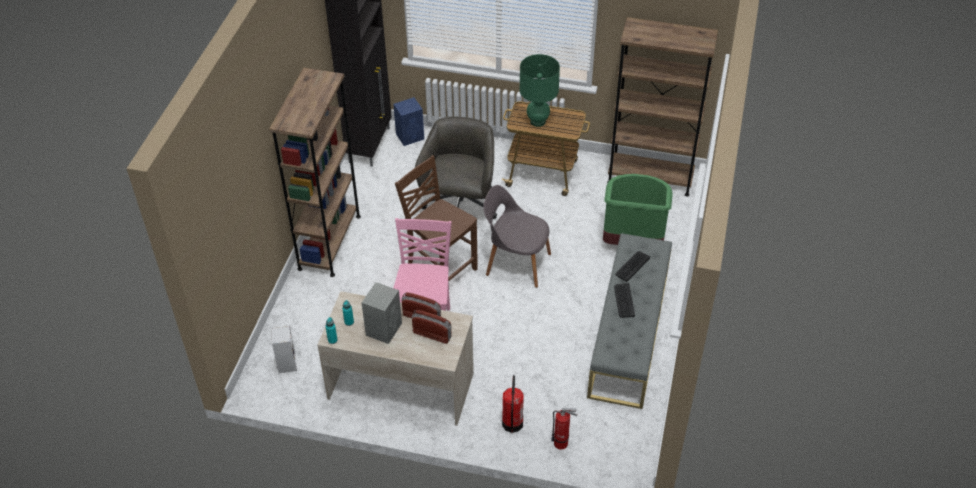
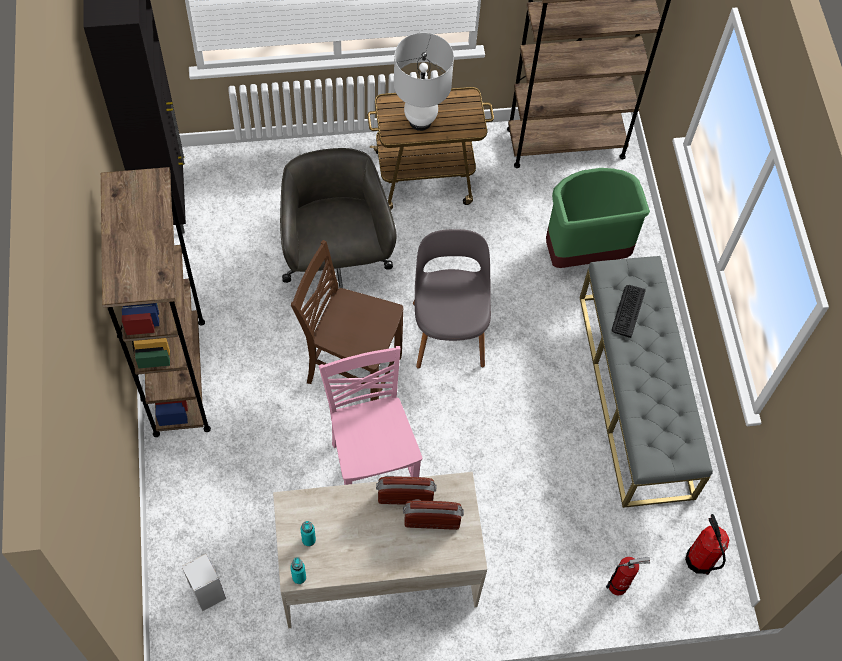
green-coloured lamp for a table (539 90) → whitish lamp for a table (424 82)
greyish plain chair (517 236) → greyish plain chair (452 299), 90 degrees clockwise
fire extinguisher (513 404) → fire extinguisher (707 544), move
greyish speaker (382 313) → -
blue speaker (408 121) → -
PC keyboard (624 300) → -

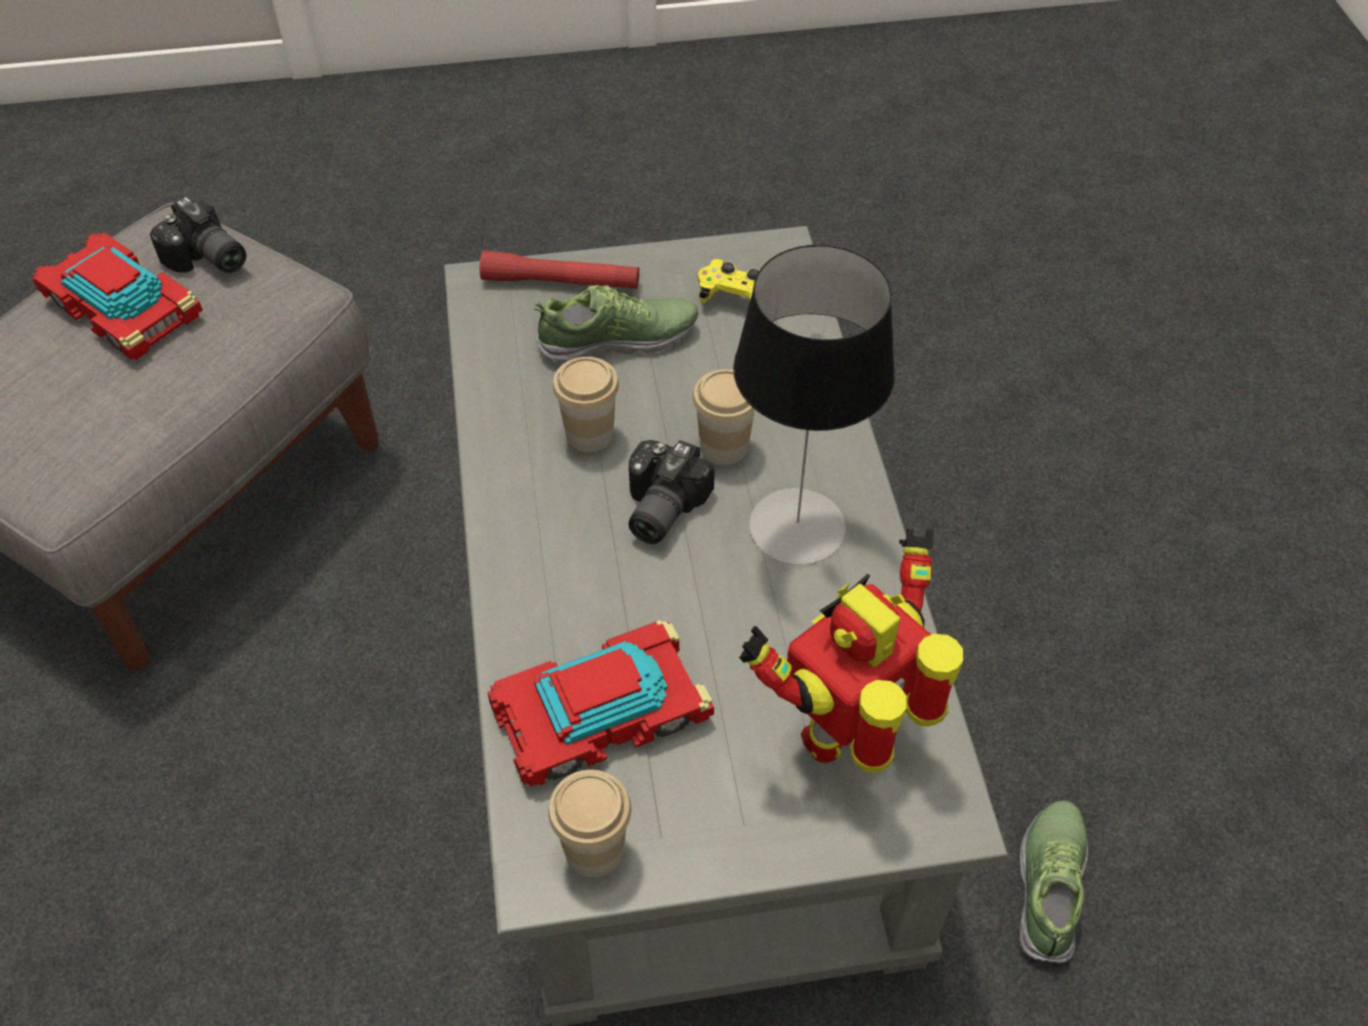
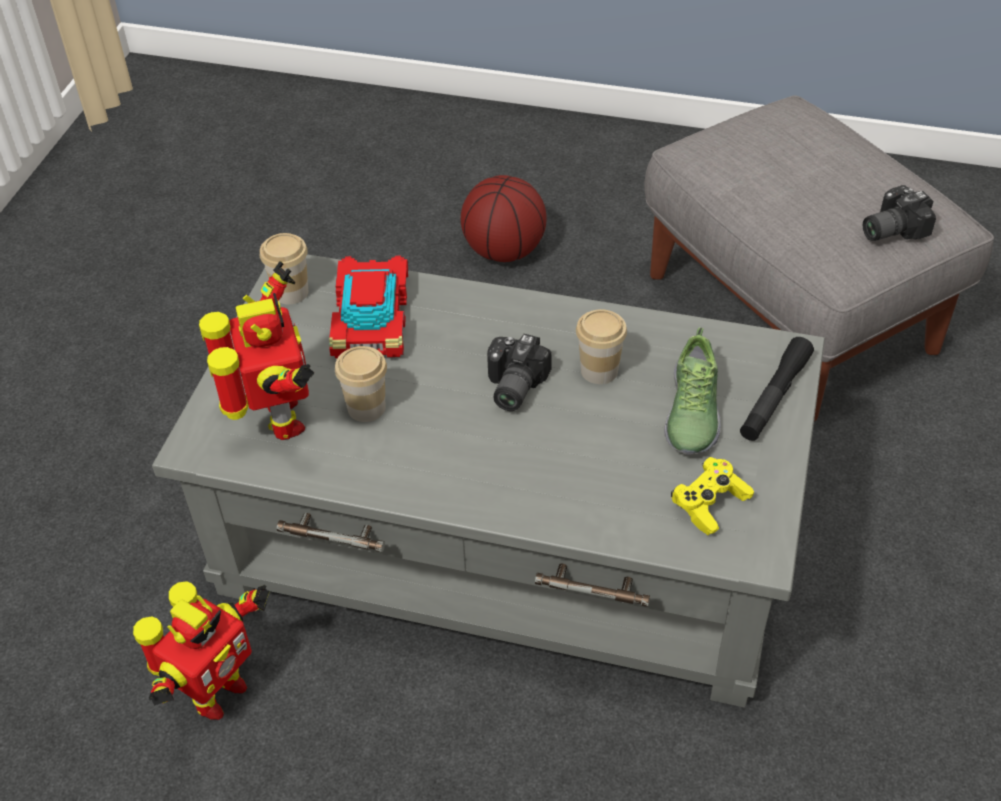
item of footwear (1053 881) → robot figure (201 650)
small cup (723 417) → small cup (361 384), move
- → basketball ball (504 218)
photo camera (671 492) → photo camera (519 372), 120 degrees counterclockwise
red-coloured flashlight (559 269) → blackish flashlight (777 389)
model car (117 296) → -
lamp for a table (814 405) → -

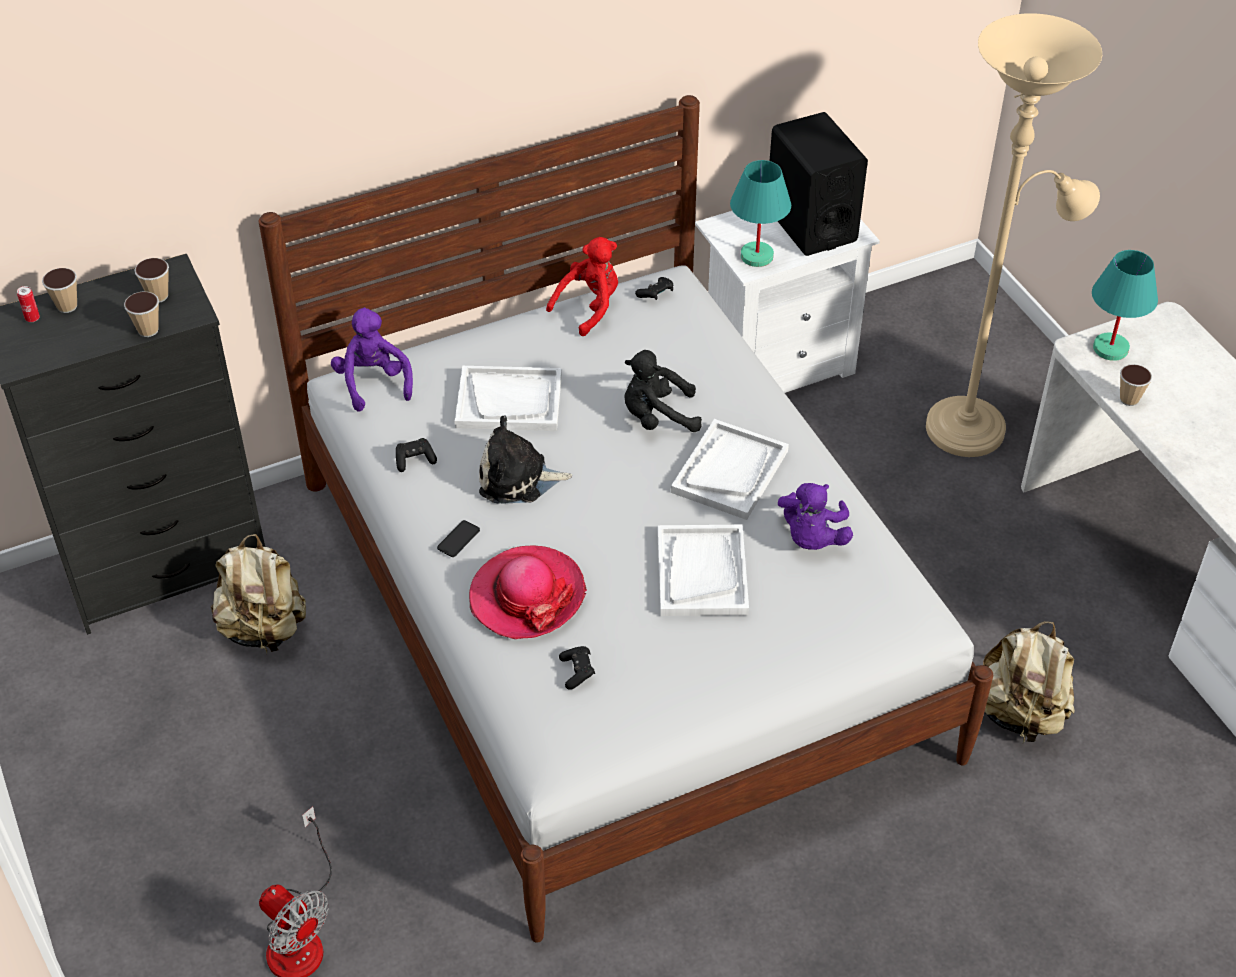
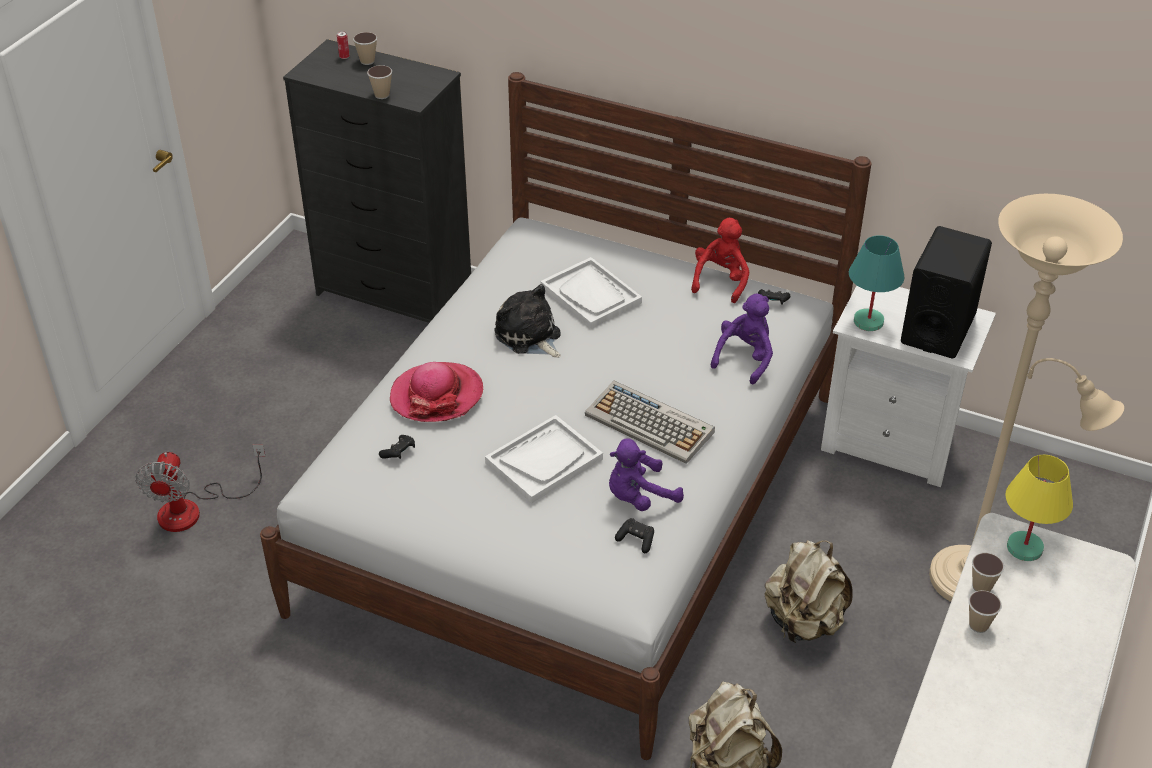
whitish carrying tray (730 469) → PC keyboard (650 422)
blackish gamepad (416 455) → blackish gamepad (634 535), move
red-coloured soft toy (582 286) → red-coloured soft toy (720 260), 75 degrees counterclockwise
purplish soft toy (372 359) → purplish soft toy (742 339), move
beige rucksack (258 593) → beige rucksack (808 591), move
small cup (152 280) → small cup (985 611), move
turquoise lamp for a table (1125 305) → yellow lamp for a table (1039 508)
phone (458 538) → -
blackish soft toy (663 391) → -

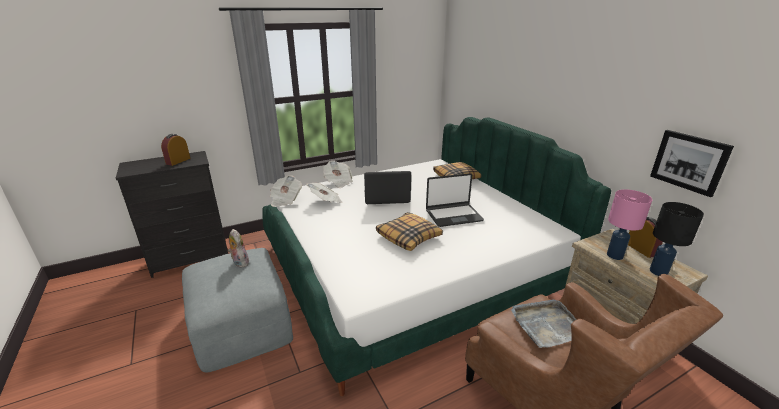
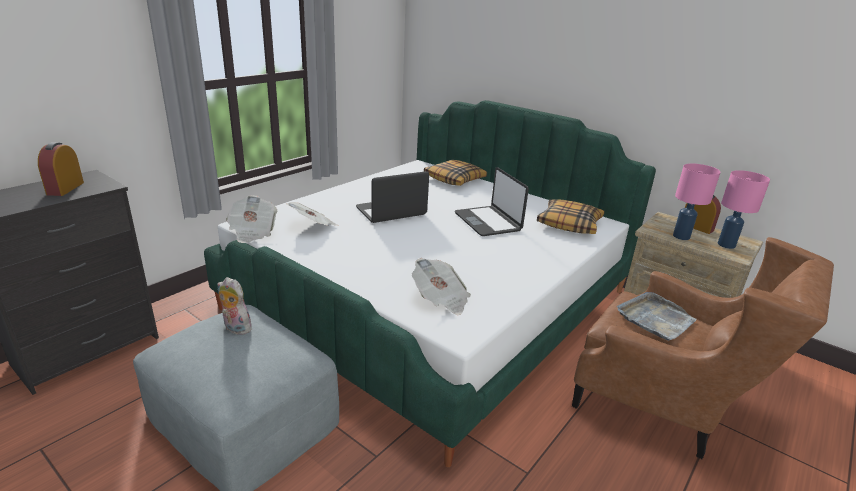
printed paper (338 174) → printed paper (441 286), move
notebook computer (455 200) → notebook computer (492 201), 105 degrees clockwise
pillow (409 231) → pillow (571 216), move
blackish lamp for a table (677 239) → pink-coloured lamp for a table (744 209)
wall picture (692 163) → -

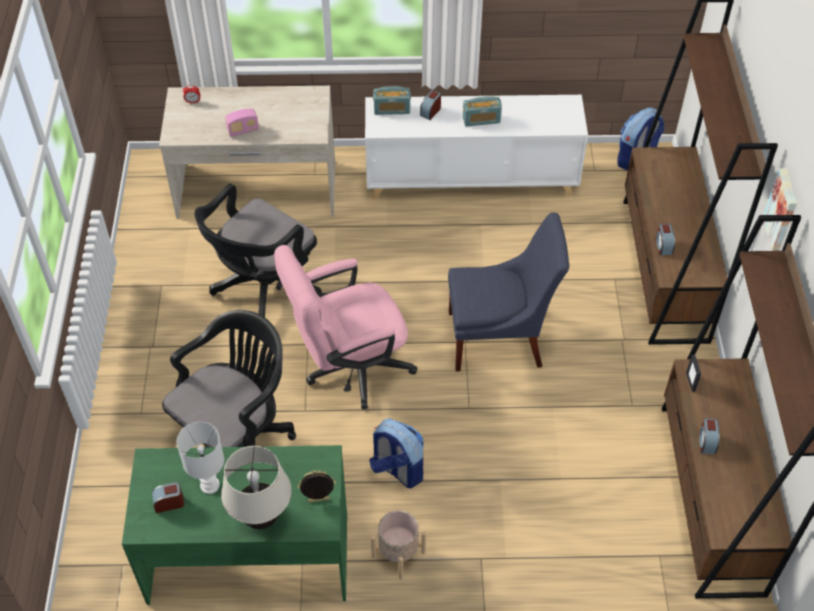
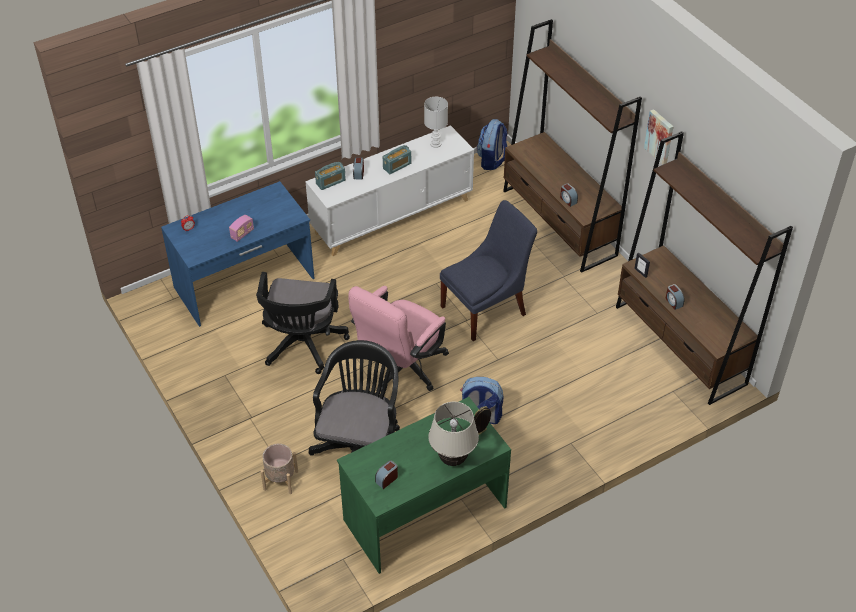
beige desk table (247 152) → blue desk table (238 254)
beige plant pot (398 544) → beige plant pot (279 469), move
whitish lamp for a table (200 458) → whitish lamp for a table (436 122), move

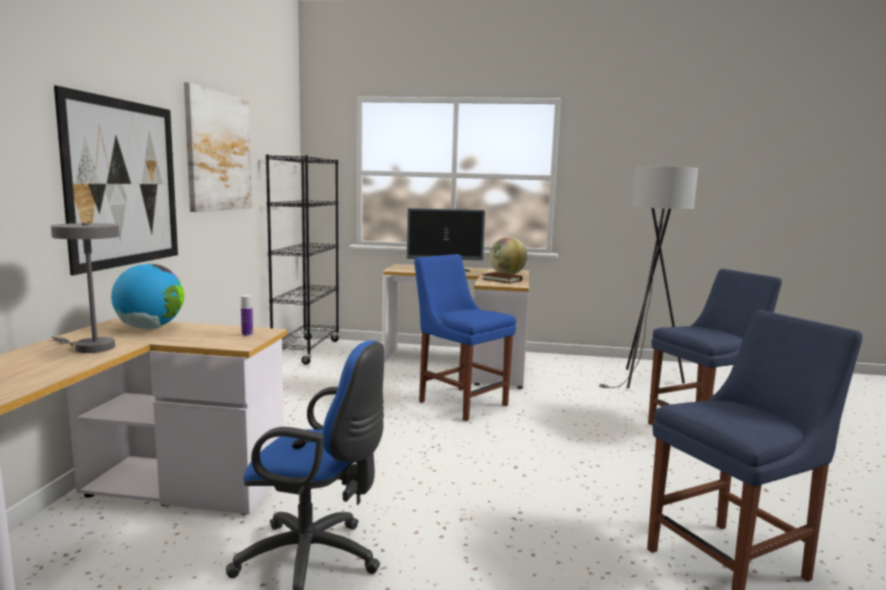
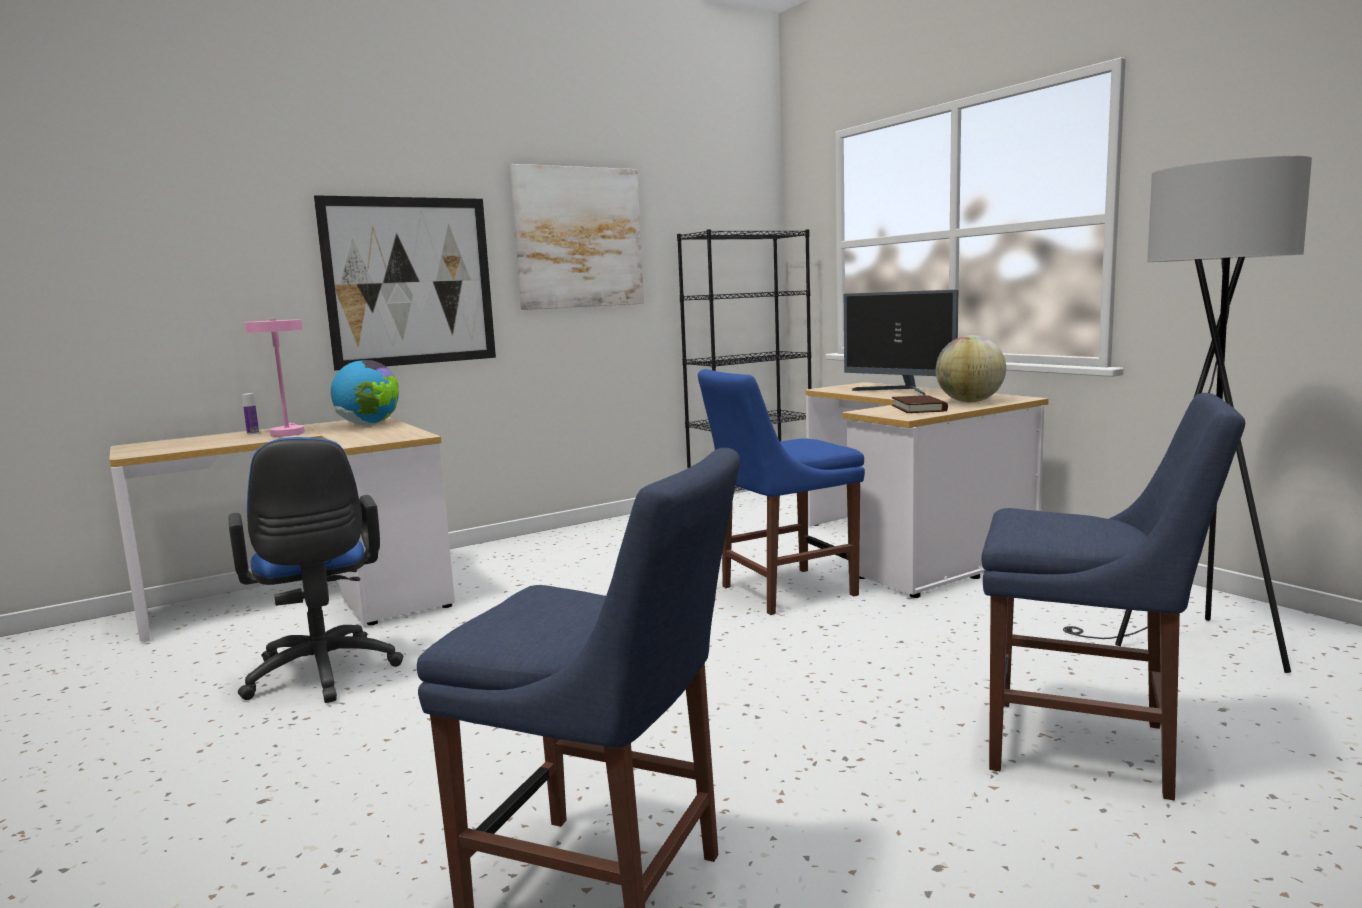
drink bottle (247 315) → drink bottle (250 413), move
greyish lamp for a table (85 288) → pink-coloured lamp for a table (274 378)
blue plain chair (465 337) → blue plain chair (781 492), 120 degrees counterclockwise

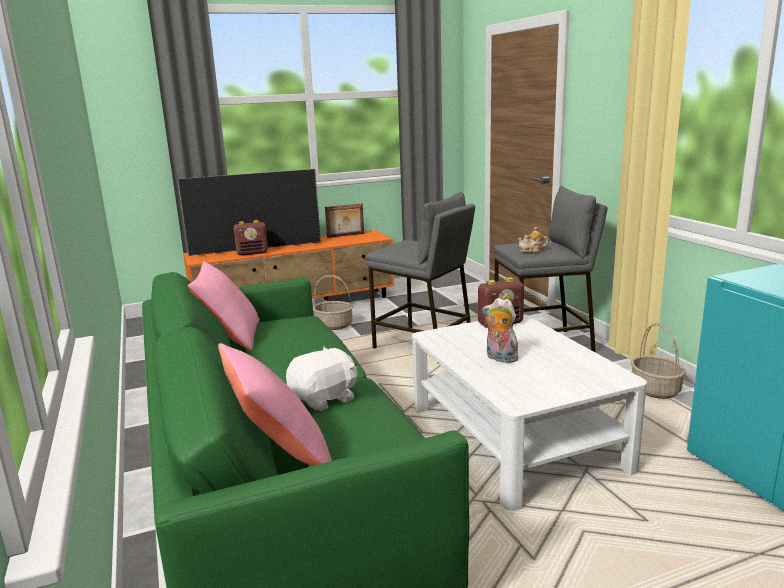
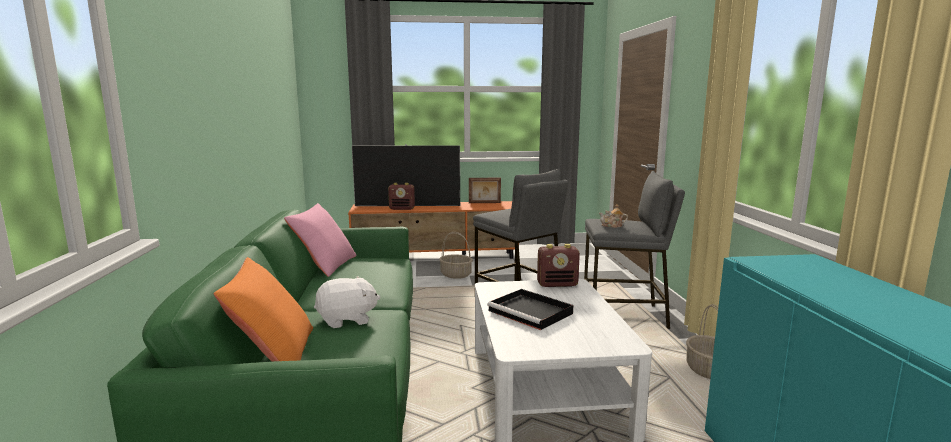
pink-coloured pillow (275 404) → orange pillow (263 309)
soft toy (500 330) → blackish carrying tray (530 309)

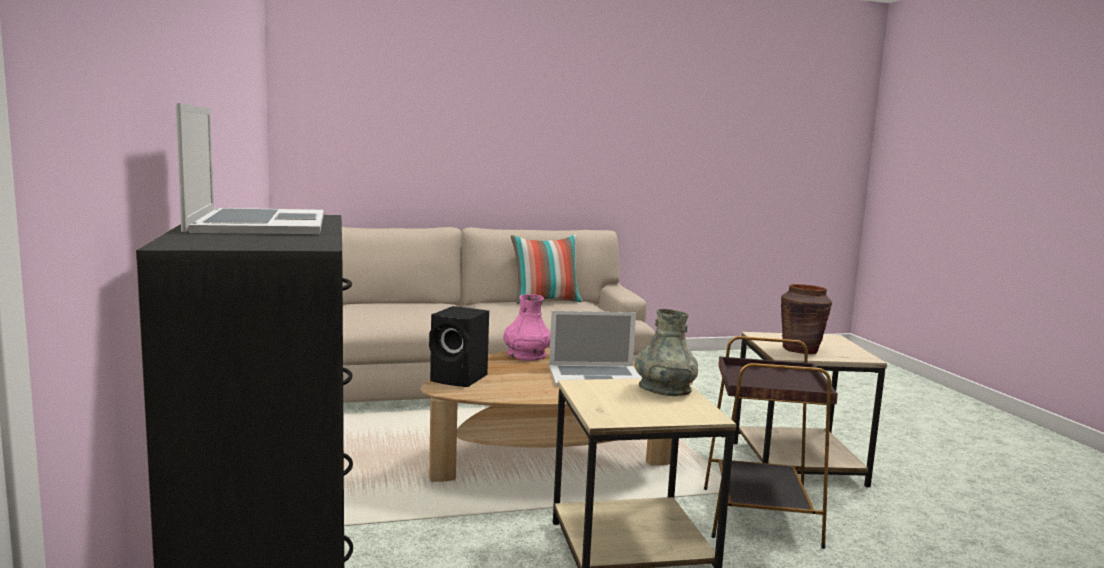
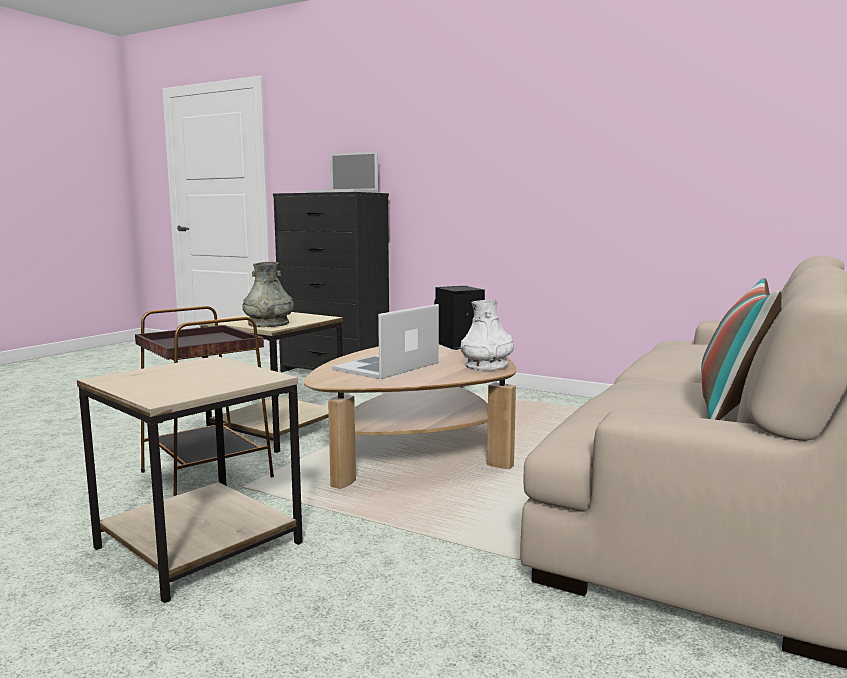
pink-coloured vase (527 327) → whitish vase (487 335)
brown-coloured vase (806 319) → -

